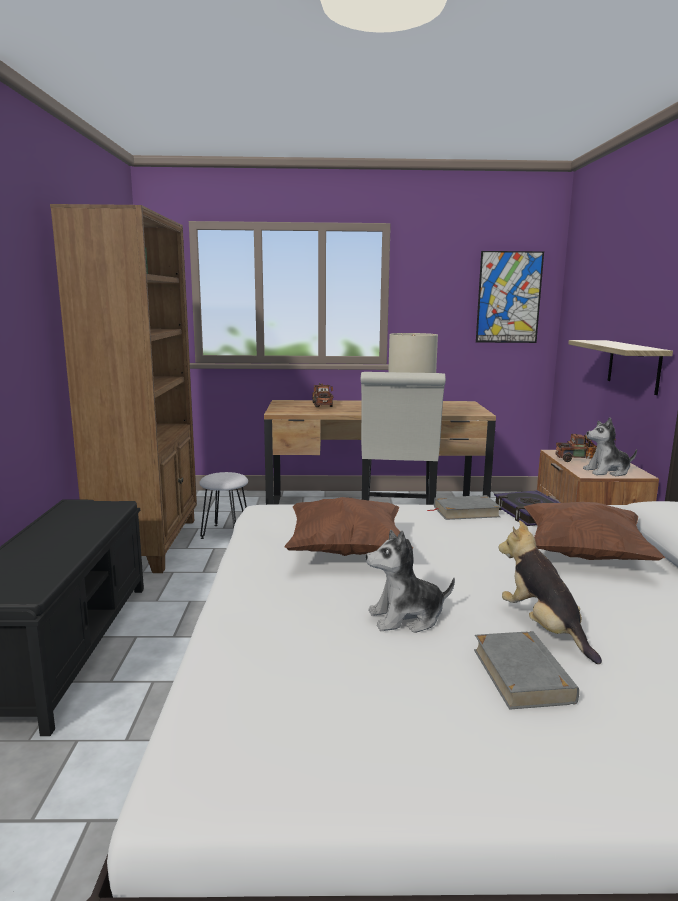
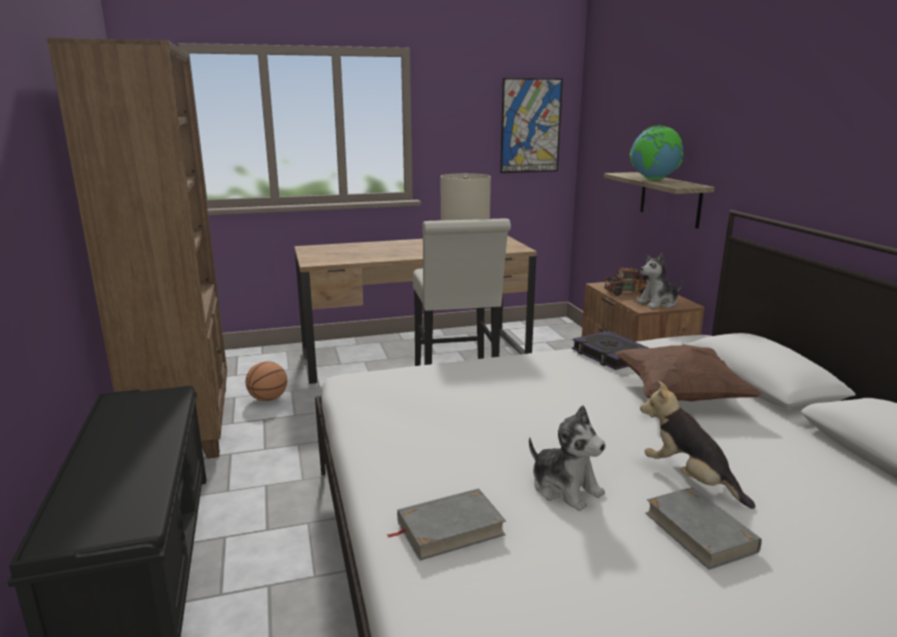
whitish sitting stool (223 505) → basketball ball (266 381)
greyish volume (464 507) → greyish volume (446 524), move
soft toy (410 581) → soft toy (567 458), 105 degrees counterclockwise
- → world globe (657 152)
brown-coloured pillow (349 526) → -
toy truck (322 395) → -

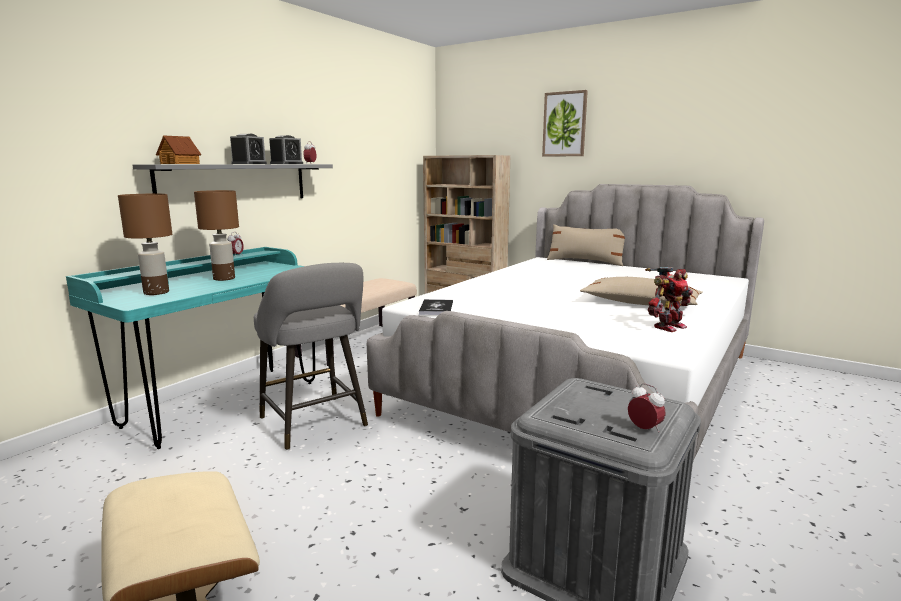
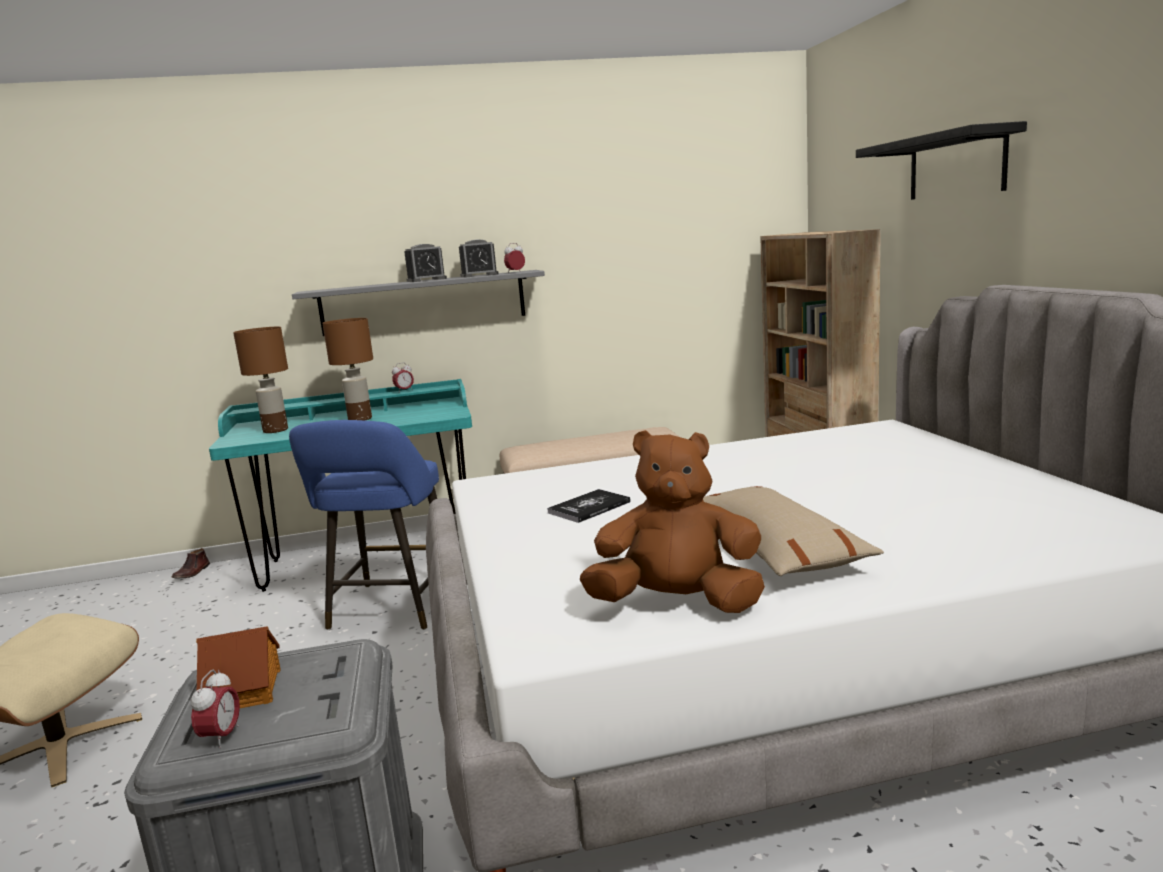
- → brown-coloured item of footwear (190 563)
miniature house (178 149) → miniature house (238 667), move
greyish sitting stool (311 356) → blue sitting stool (364 525)
volume (436 307) → volume (588 506), move
robot figure (669 299) → brown-coloured soft toy (672 521)
wall picture (565 123) → blackish bracket shelf (941 160)
beige pillow (586 245) → -

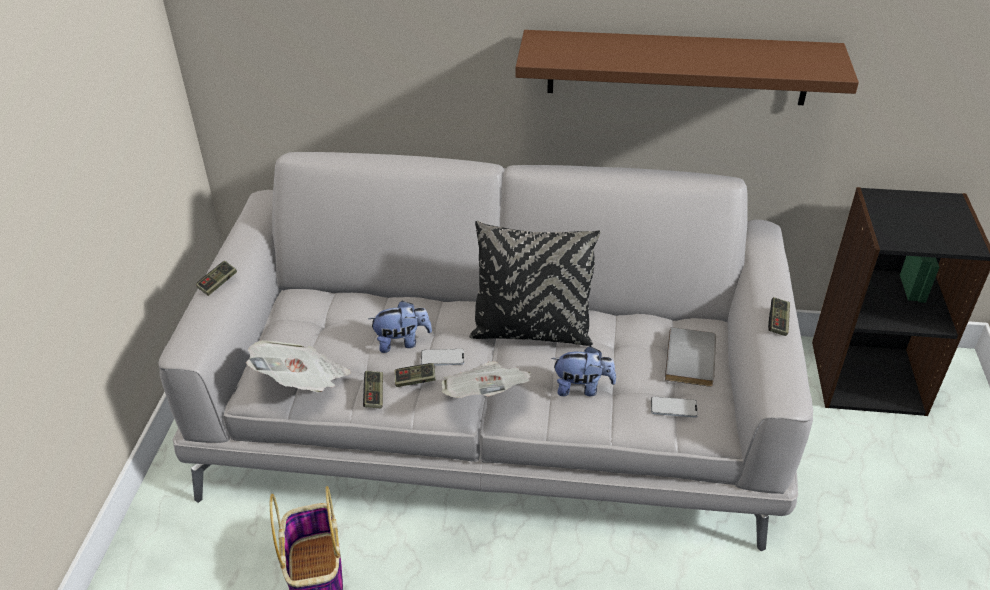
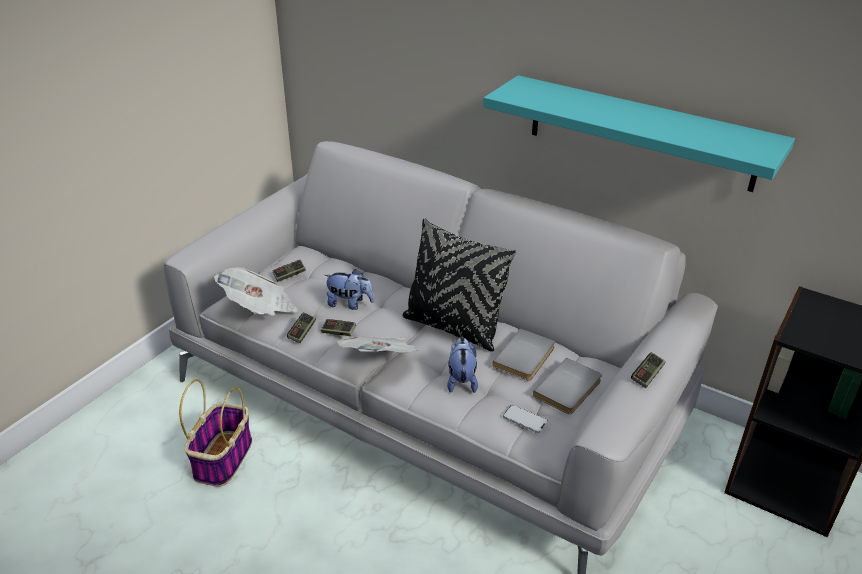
gamepad (216 278) → gamepad (289 271), move
soft toy (583 371) → soft toy (462 365), 120 degrees counterclockwise
brown-coloured bracket shelf (687 67) → turquoise bracket shelf (639 133)
- → greyish volume (523 354)
phone (442 357) → -

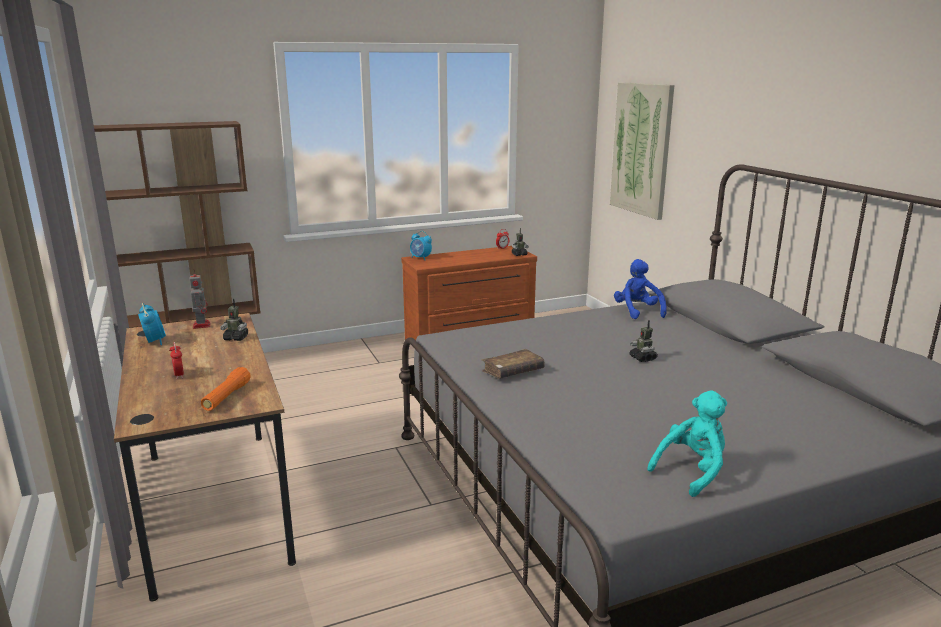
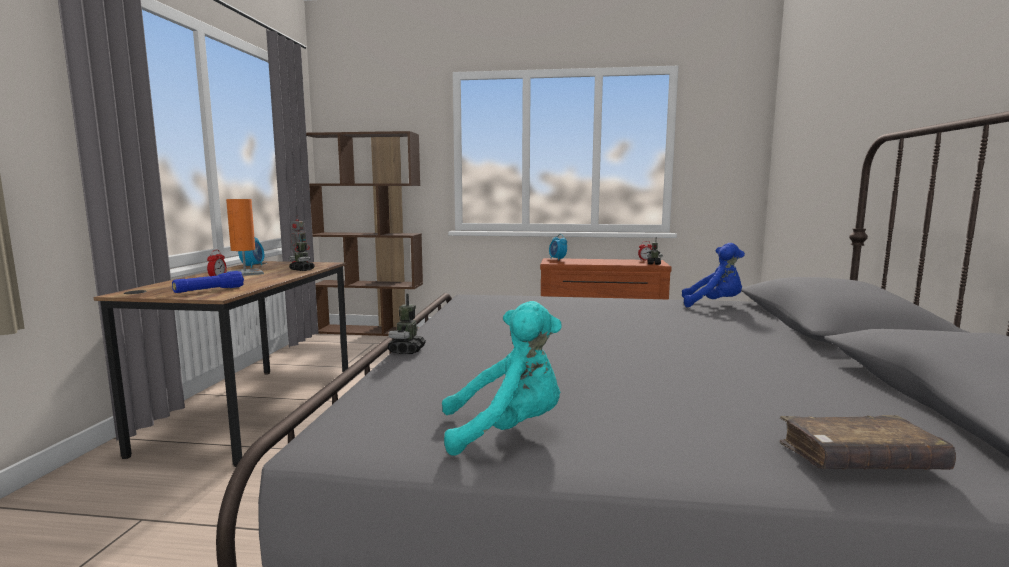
orange flashlight (226 389) → blue flashlight (208 282)
- → orange lamp for a table (245 237)
robot figure (643 341) → robot figure (406 323), move
blue soft toy (640 289) → blue soft toy (713 275), 90 degrees clockwise
brown-coloured volume (513 364) → brown-coloured volume (867 442), move
wall picture (642 151) → -

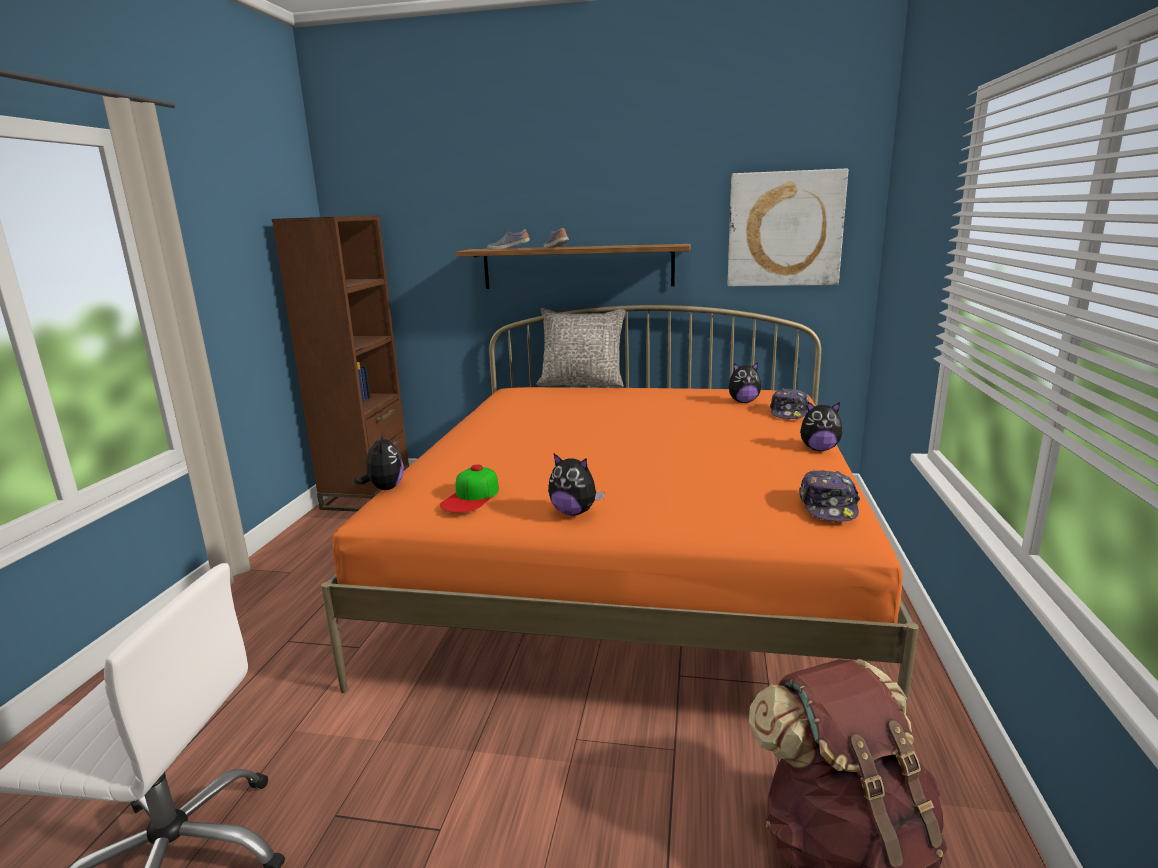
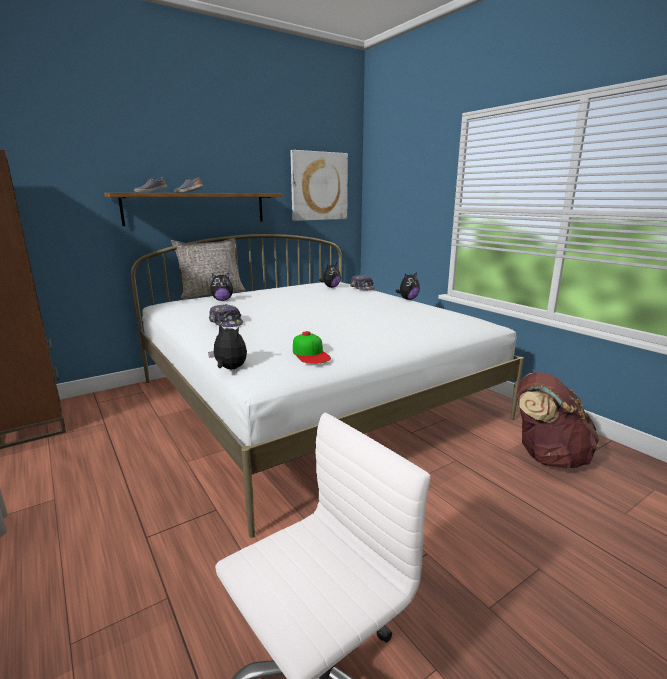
orange bed (620 507) → whitish bed (327 386)
peaked cap (829 495) → peaked cap (226 315), move
soft toy (576 484) → soft toy (222 287), move

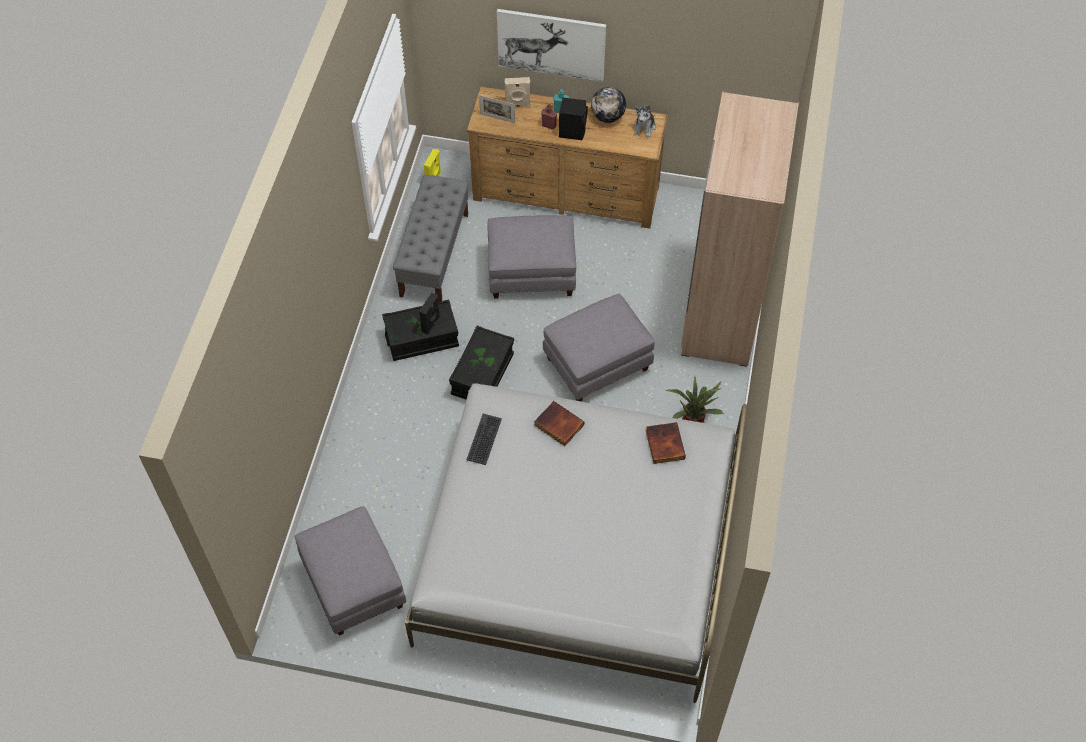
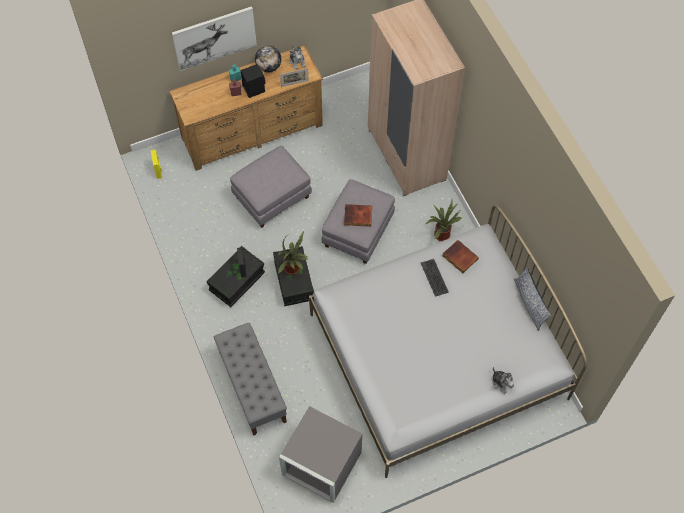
greyish long seat (430 238) → greyish long seat (250 379), move
- → potted plant (293 253)
greyish footrest (350 571) → greyish storage bin (320 454)
photo frame (497 109) → photo frame (294 77), move
volume (559 423) → volume (358 215), move
PC keyboard (484 439) → PC keyboard (435 278), move
- → soft toy (503 380)
- → pillow (533 298)
beige speaker (518 92) → -

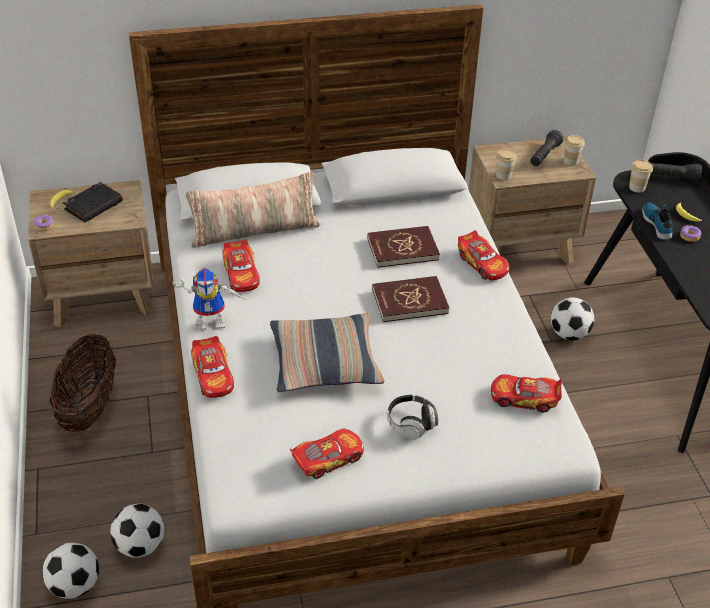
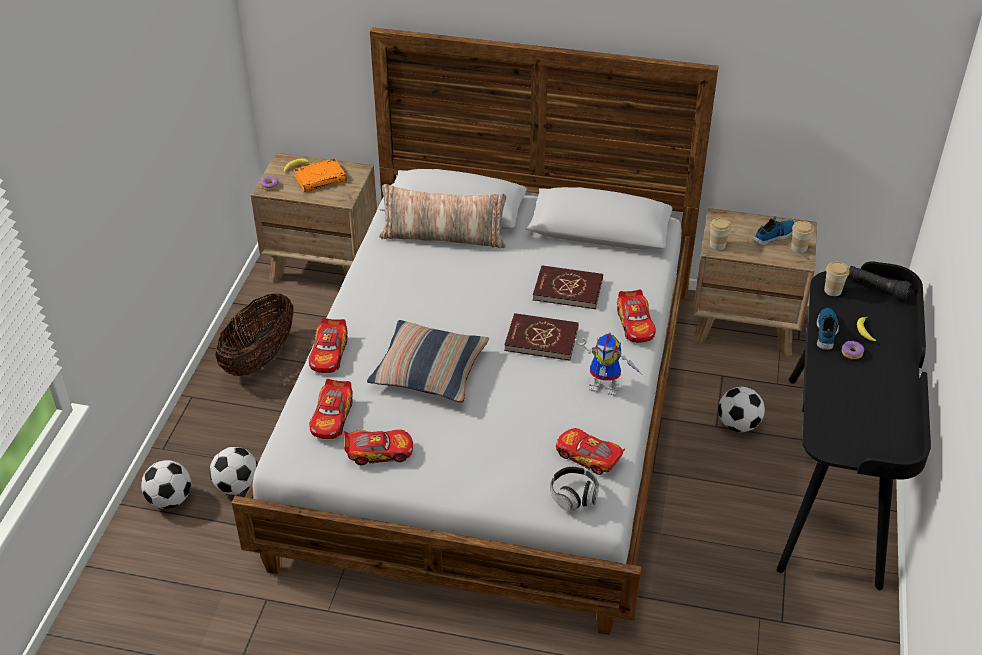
blackish volume (93 202) → orange volume (320 175)
model car (241 266) → model car (331 409), move
pair of headphones (412 417) → pair of headphones (575 488), move
robot figure (209 298) → robot figure (608 364), move
blackish flashlight (546 148) → item of footwear (774 231)

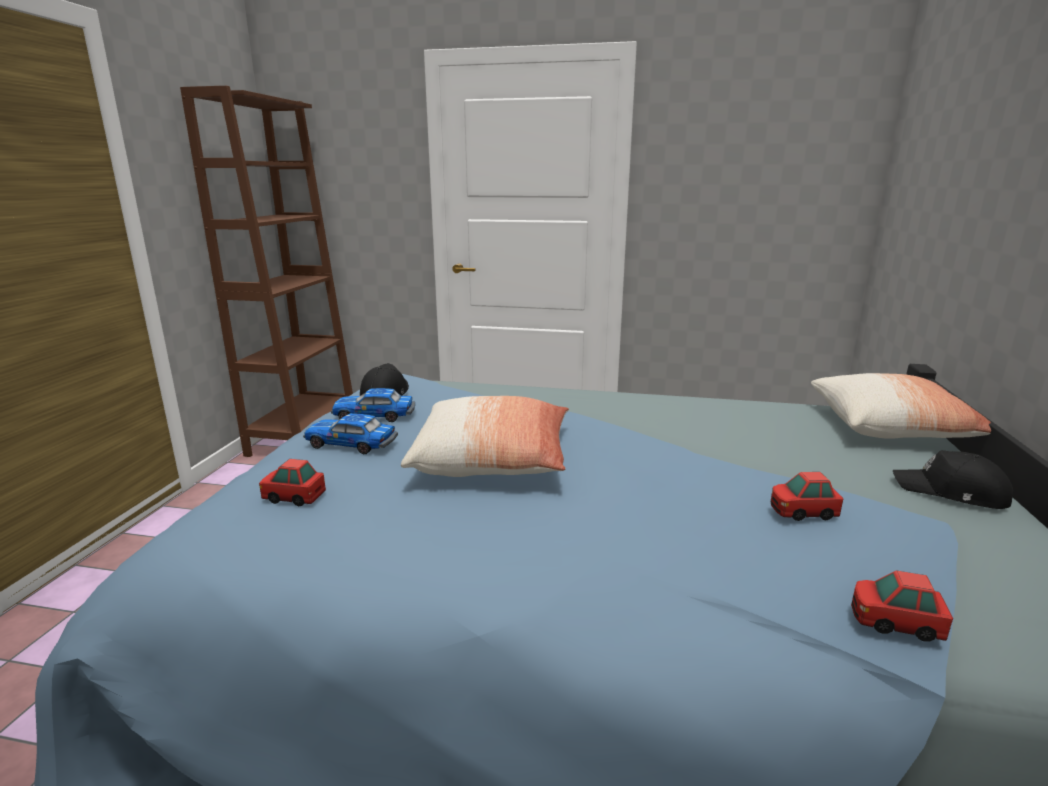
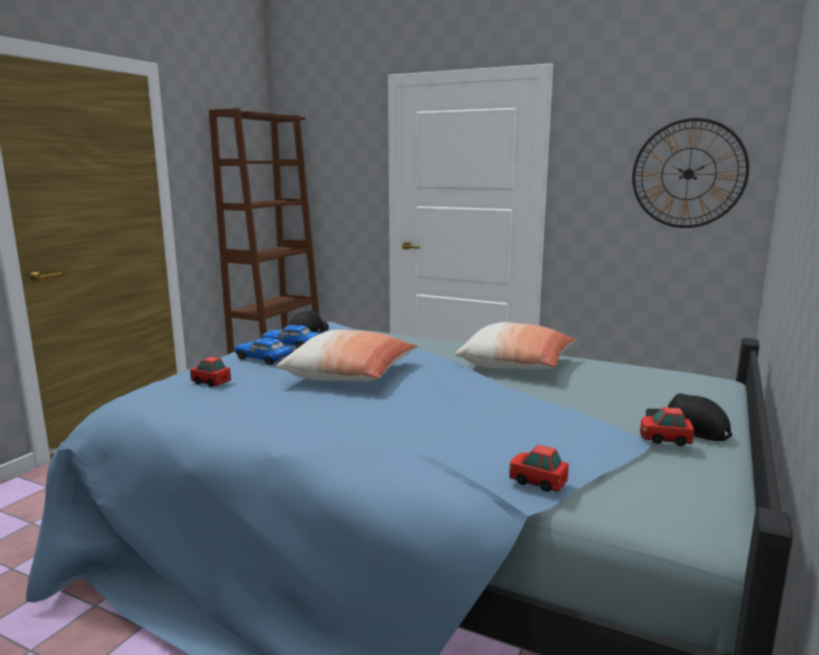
pillow (901 406) → pillow (516 345), move
- → clock on the wall (690 173)
model car (807 496) → model car (667 426), move

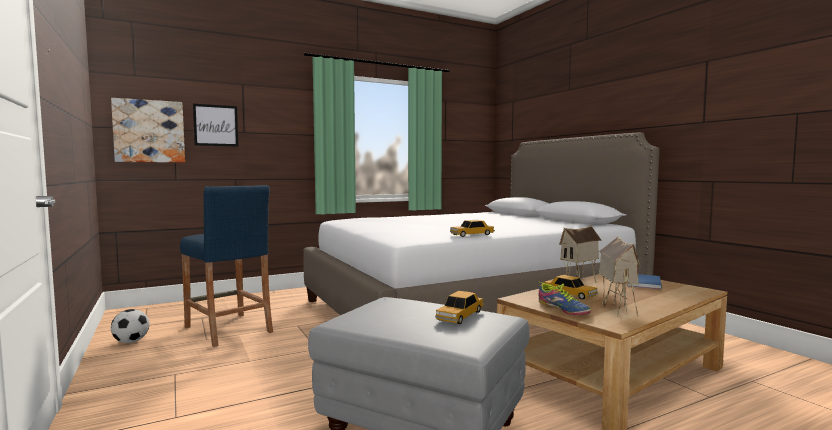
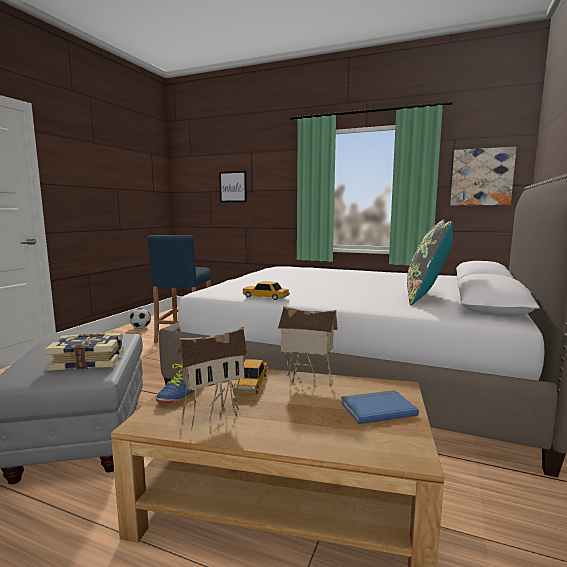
model car (459 307) → volume (84 352)
- → greyish pillow (430 262)
wall picture (148 130) → wall picture (483 176), move

